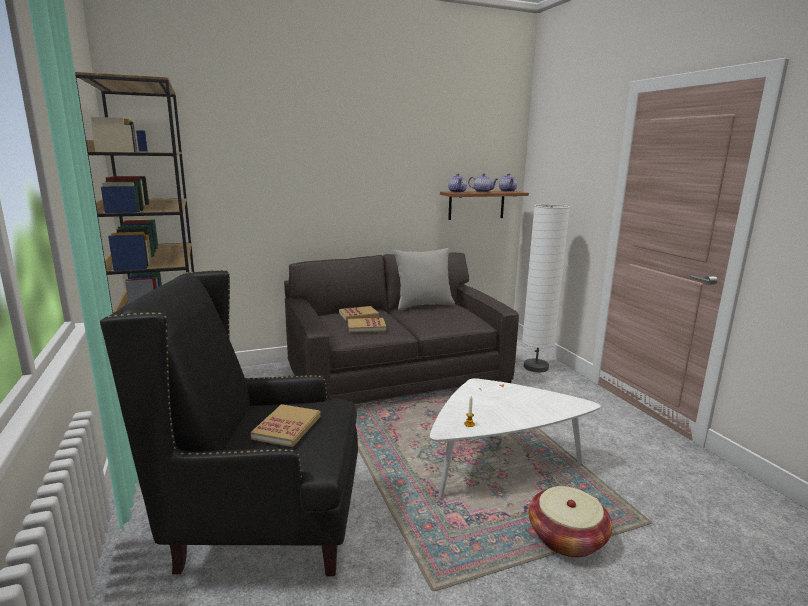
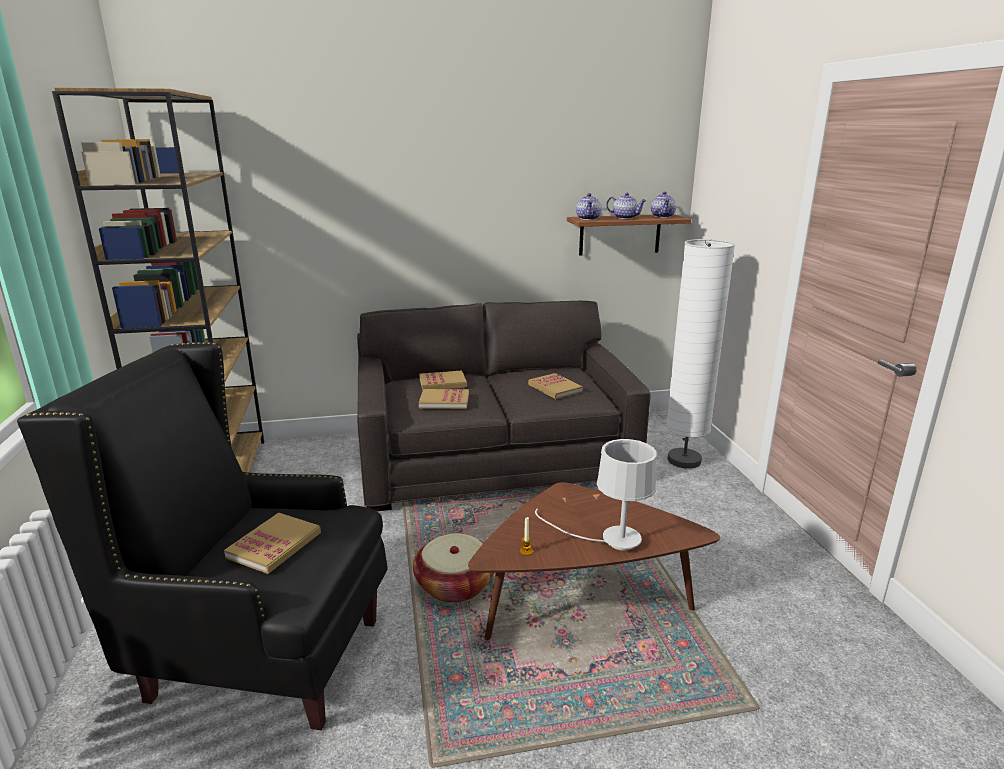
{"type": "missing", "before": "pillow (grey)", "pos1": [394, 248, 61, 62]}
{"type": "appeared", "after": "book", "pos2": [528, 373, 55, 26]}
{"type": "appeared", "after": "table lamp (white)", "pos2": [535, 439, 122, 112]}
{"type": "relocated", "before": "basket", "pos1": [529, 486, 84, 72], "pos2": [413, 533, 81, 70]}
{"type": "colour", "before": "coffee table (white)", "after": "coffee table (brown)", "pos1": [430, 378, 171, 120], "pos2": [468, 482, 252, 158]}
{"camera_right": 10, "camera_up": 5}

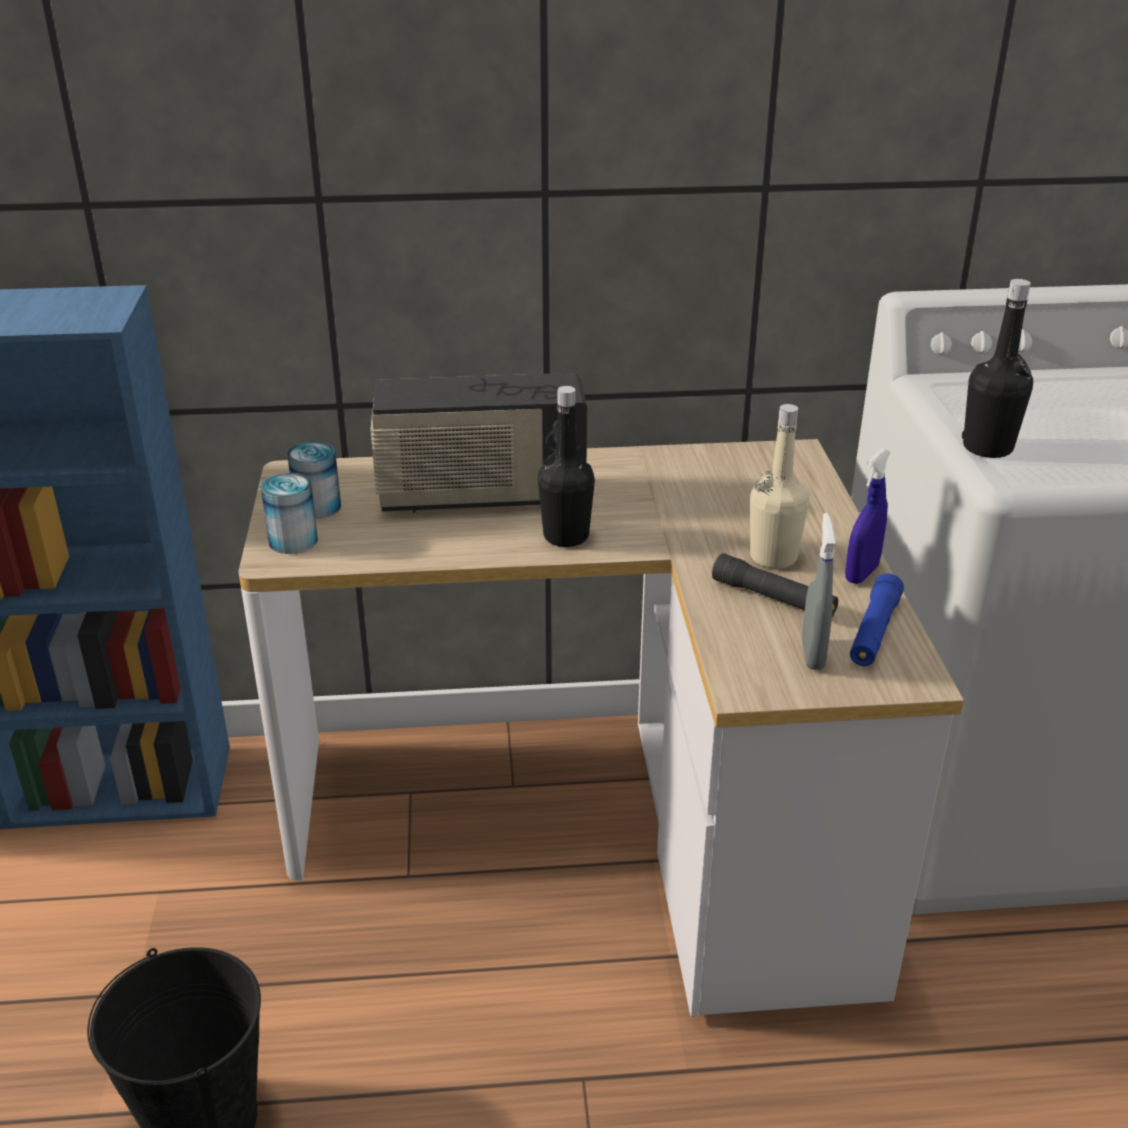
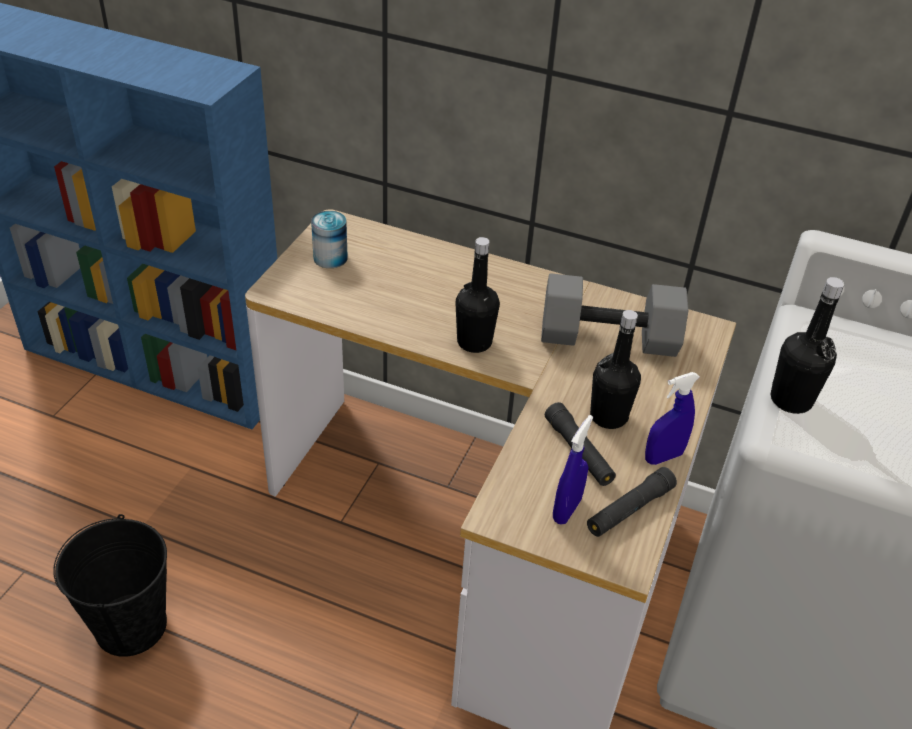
{"type": "missing", "before": "can", "pos1": [261, 473, 57, 81]}
{"type": "missing", "before": "radio", "pos1": [370, 373, 217, 140]}
{"type": "appeared", "after": "dumbbell (grey)", "pos2": [541, 273, 148, 84]}
{"type": "colour", "before": "bottle (beige)", "after": "bottle (black)", "pos1": [750, 404, 59, 165], "pos2": [590, 310, 51, 119]}
{"type": "colour", "before": "spray bottle (grey)", "after": "spray bottle (blue)", "pos1": [802, 513, 33, 157], "pos2": [553, 415, 40, 109]}
{"type": "colour", "before": "flashlight (blue)", "after": "flashlight (black)", "pos1": [850, 573, 54, 93], "pos2": [587, 467, 90, 70]}
{"camera_right": 25, "camera_up": 10}

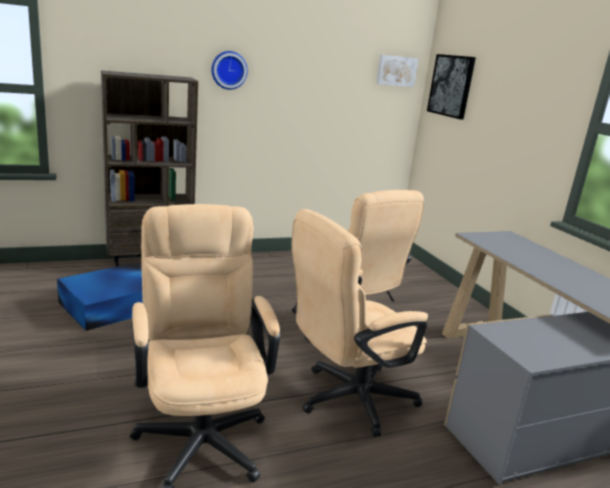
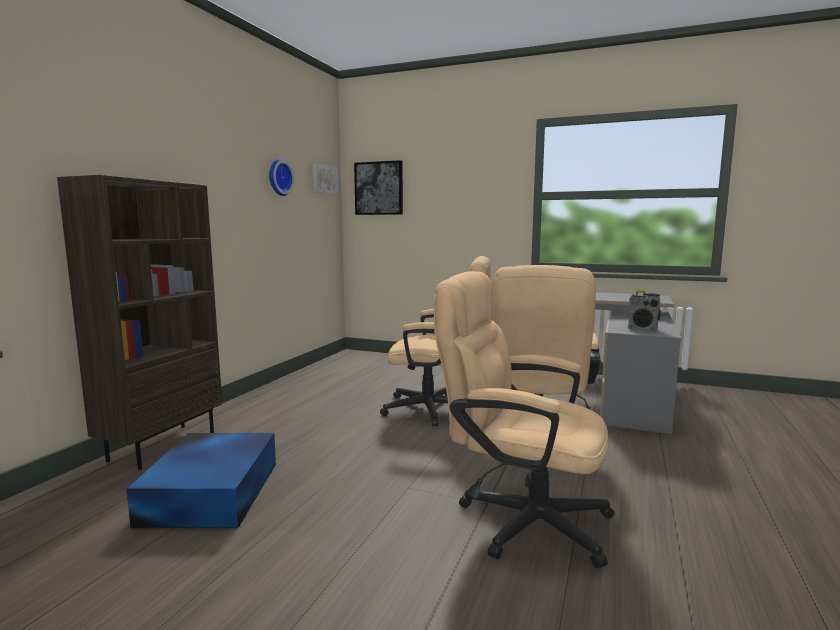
{"type": "appeared", "after": "radio", "pos2": [628, 290, 33, 41]}
{"type": "relocated", "before": "wall clock", "pos1": [211, 51, 37, 39], "pos2": [269, 159, 25, 37]}
{"camera_right": -45, "camera_up": -10}

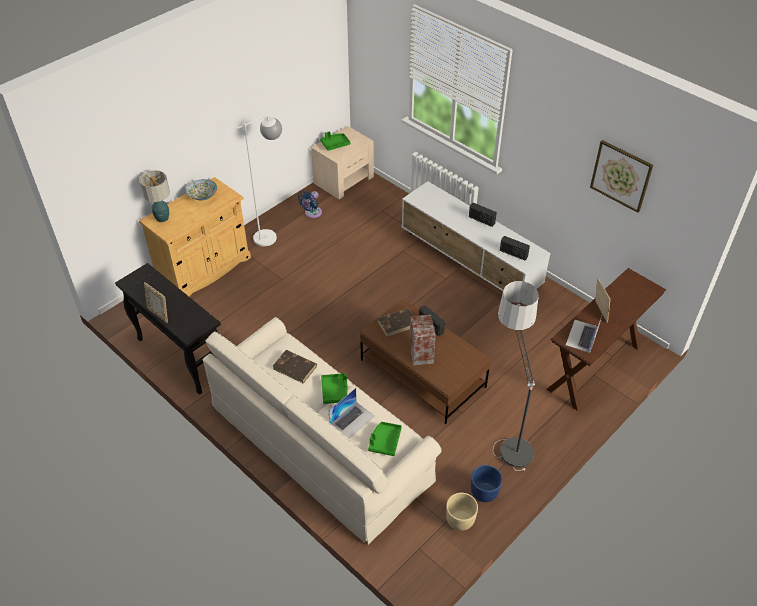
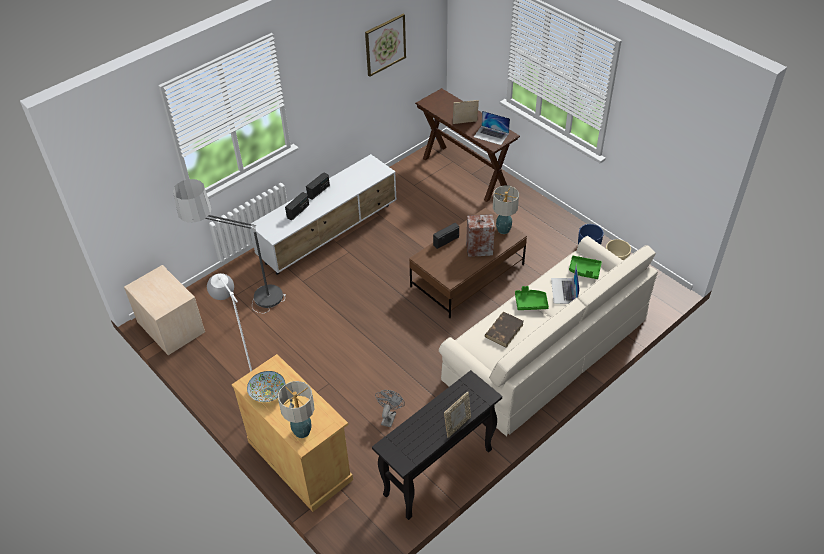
{"type": "missing", "before": "fan (blue)", "pos1": [298, 191, 24, 27]}
{"type": "missing", "before": "tray (green)", "pos1": [320, 132, 30, 19]}
{"type": "missing", "before": "book (brown)", "pos1": [377, 308, 36, 29]}
{"type": "appeared", "after": "fan (grey)", "pos2": [375, 390, 30, 37]}
{"type": "appeared", "after": "table lamp", "pos2": [493, 186, 26, 48]}
{"type": "relocated", "before": "floor lamp", "pos1": [493, 281, 46, 190], "pos2": [173, 179, 113, 134]}
{"type": "relocated", "before": "radio", "pos1": [500, 236, 30, 25], "pos2": [285, 192, 24, 28]}
{"type": "spun", "before": "laptop", "pos1": [328, 388, 47, 51], "pos2": [551, 265, 29, 39], "turn": -135}
{"camera_right": -85, "camera_up": 0}

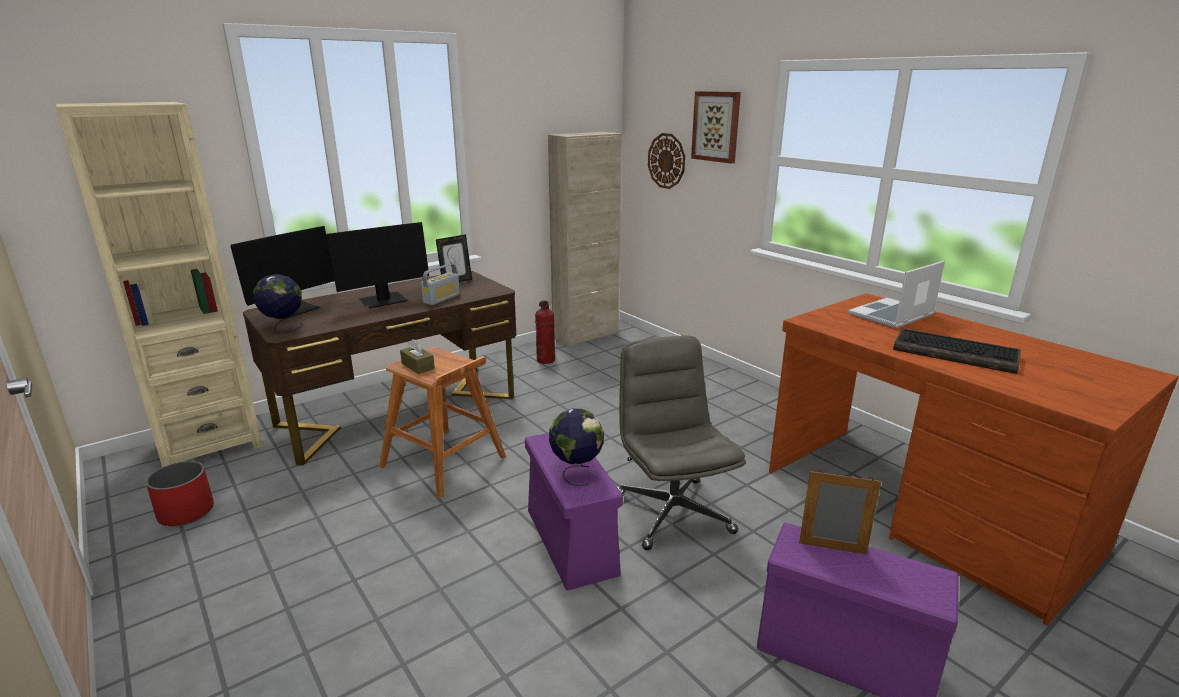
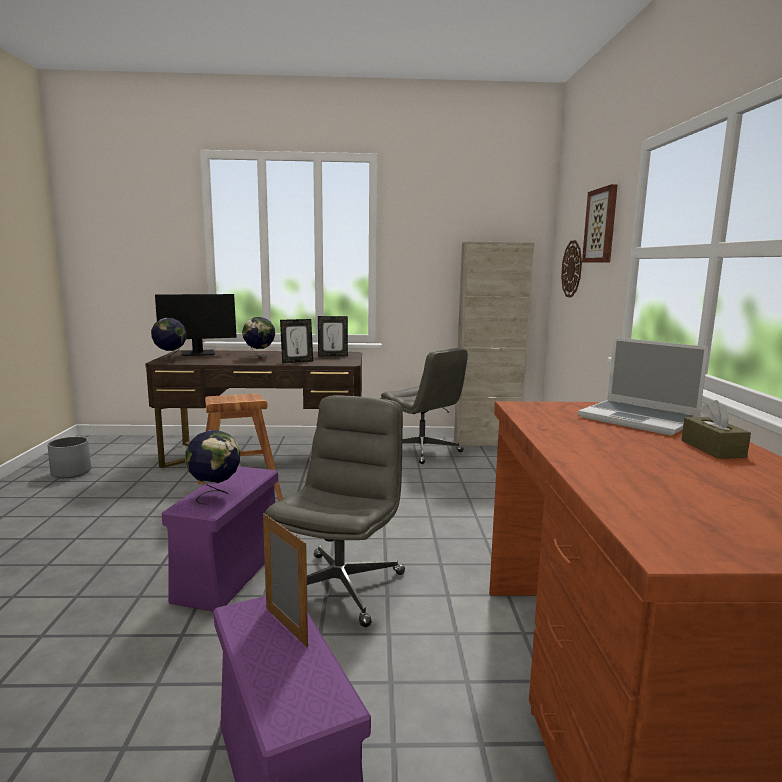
{"type": "missing", "before": "bookcase (beige)", "pos1": [56, 102, 207, 365]}
{"type": "missing", "before": "keyboard", "pos1": [893, 328, 128, 46]}
{"type": "relocated", "before": "tissue box (brown)", "pos1": [400, 339, 35, 35], "pos2": [682, 400, 69, 59]}
{"type": "exchanged", "before": "monitor", "after": "globe", "pos1": [326, 222, 103, 86], "pos2": [242, 317, 33, 41]}
{"type": "exchanged", "before": "radio", "after": "picture frame", "pos1": [421, 264, 39, 41], "pos2": [280, 319, 33, 44]}
{"type": "exchanged", "before": "fire extinguisher", "after": "office chair (grey)", "pos1": [535, 300, 20, 64], "pos2": [380, 348, 88, 116]}
{"type": "colour", "before": "planter (red)", "after": "planter (grey)", "pos1": [146, 461, 68, 65], "pos2": [47, 437, 44, 41]}
{"type": "spun", "before": "laptop", "pos1": [848, 261, 97, 68], "pos2": [578, 337, 131, 99], "turn": -135}
{"camera_right": 35, "camera_up": -10}

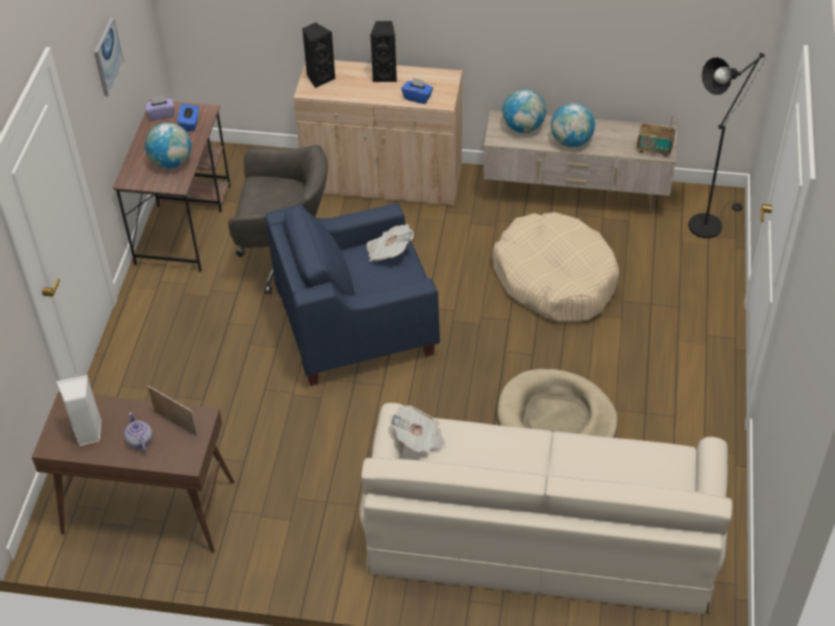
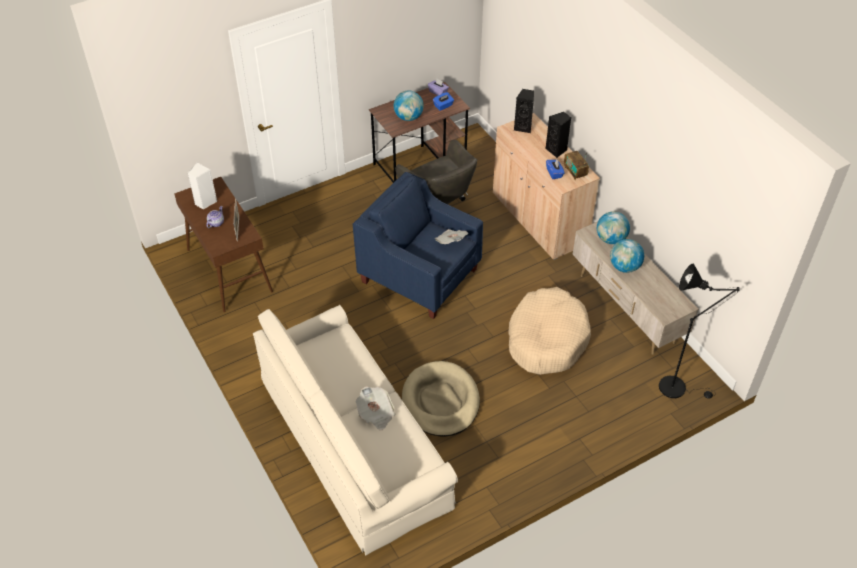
{"type": "missing", "before": "picture", "pos1": [94, 18, 30, 78]}
{"type": "relocated", "before": "newspaper", "pos1": [390, 405, 56, 48], "pos2": [356, 386, 40, 44]}
{"type": "relocated", "before": "radio", "pos1": [637, 114, 38, 43], "pos2": [564, 151, 25, 29]}
{"camera_right": 50, "camera_up": 0}

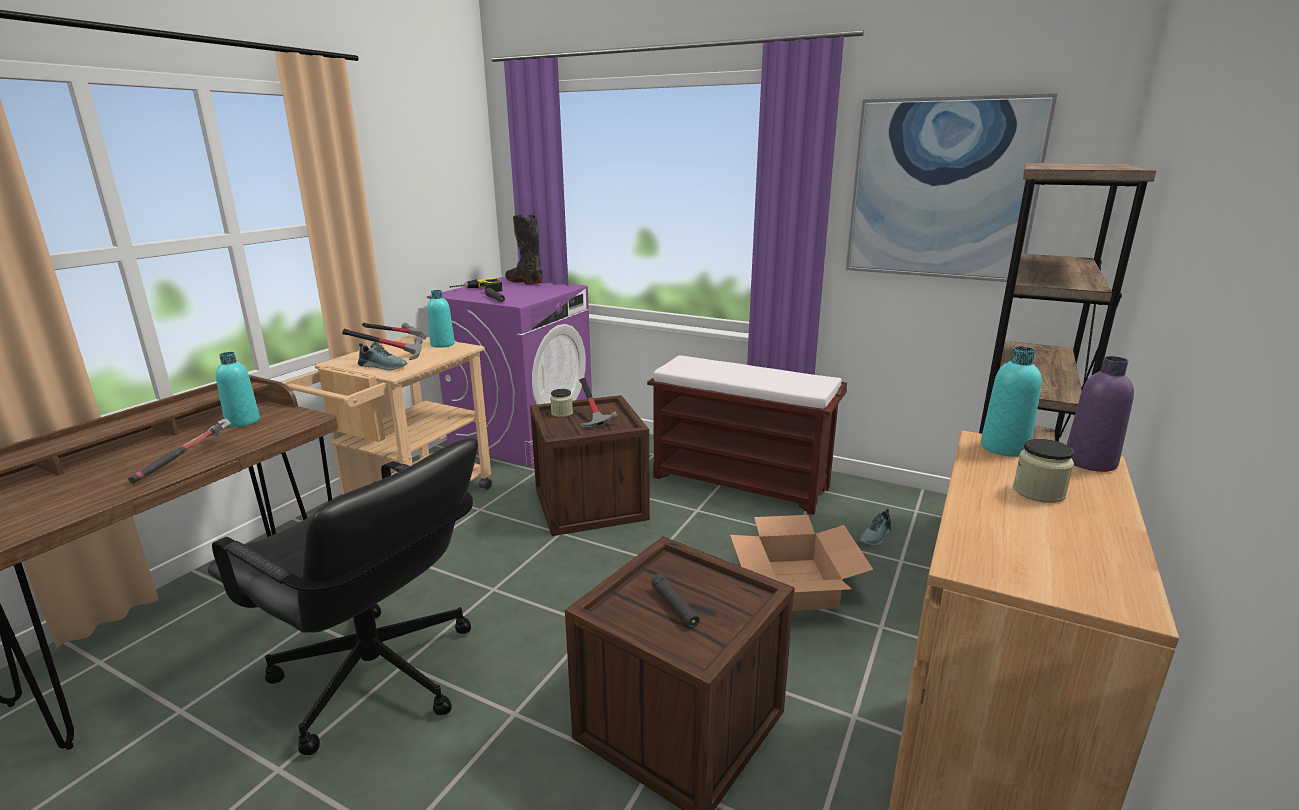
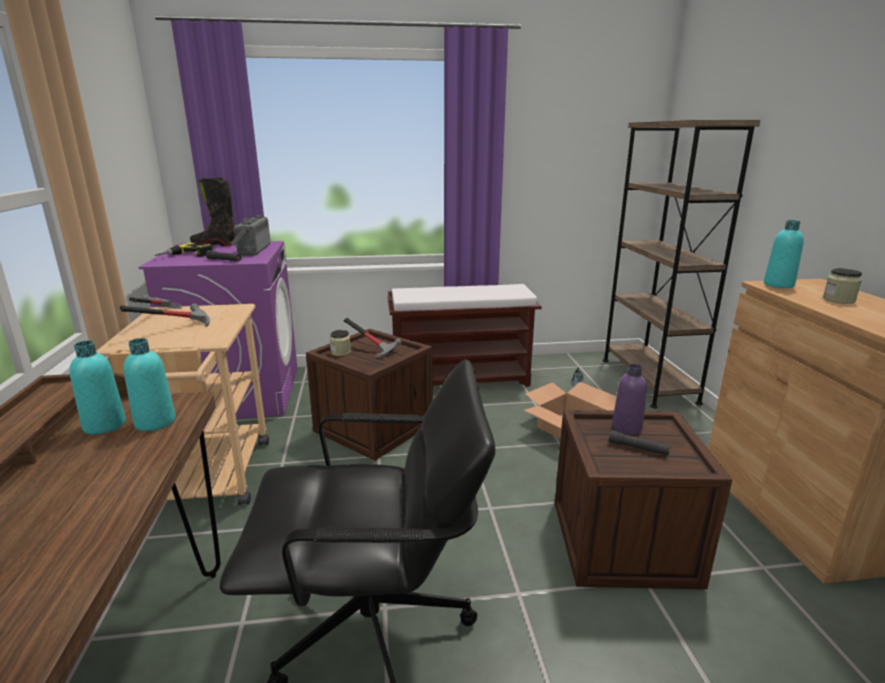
{"type": "missing", "before": "hammer", "pos1": [127, 418, 104, 66]}
{"type": "missing", "before": "shoe", "pos1": [358, 341, 49, 29]}
{"type": "missing", "before": "picture", "pos1": [846, 93, 212, 189]}
{"type": "appeared", "after": "radio", "pos2": [231, 215, 40, 41]}
{"type": "relocated", "before": "bottle (turquoise)", "pos1": [427, 290, 28, 58], "pos2": [124, 338, 52, 93]}
{"type": "relocated", "before": "bottle (purple)", "pos1": [1067, 356, 67, 116], "pos2": [612, 364, 35, 71]}
{"camera_right": -35, "camera_up": 0}

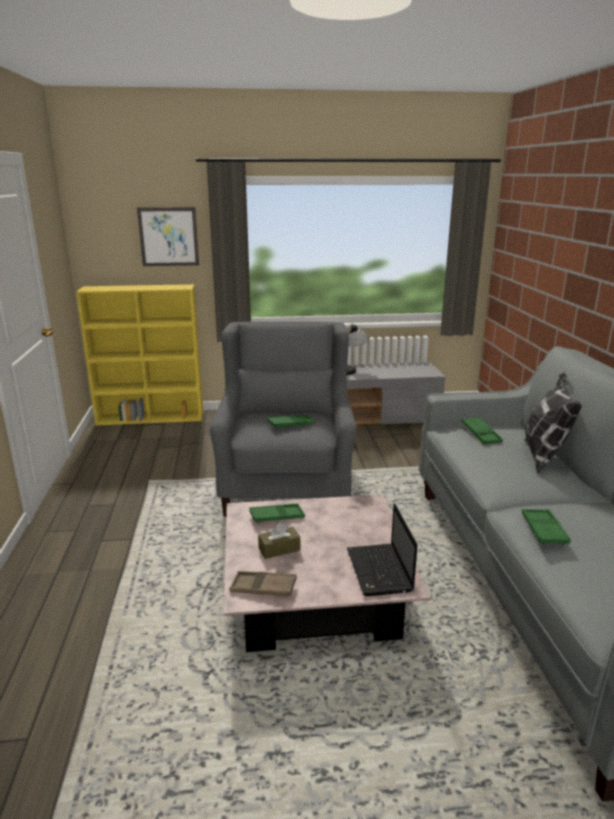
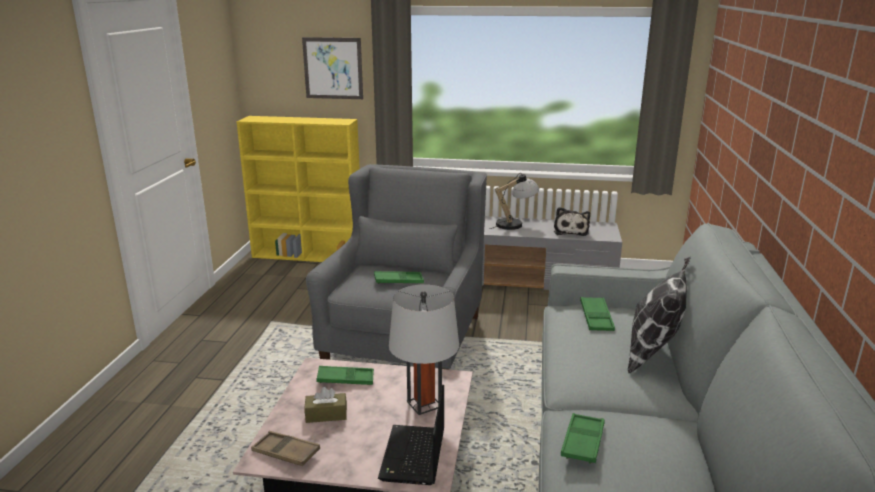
{"type": "appeared", "after": "table lamp (grey)", "pos2": [389, 284, 70, 131]}
{"type": "appeared", "after": "plush toy", "pos2": [554, 207, 36, 29]}
{"camera_right": 15, "camera_up": 0}

